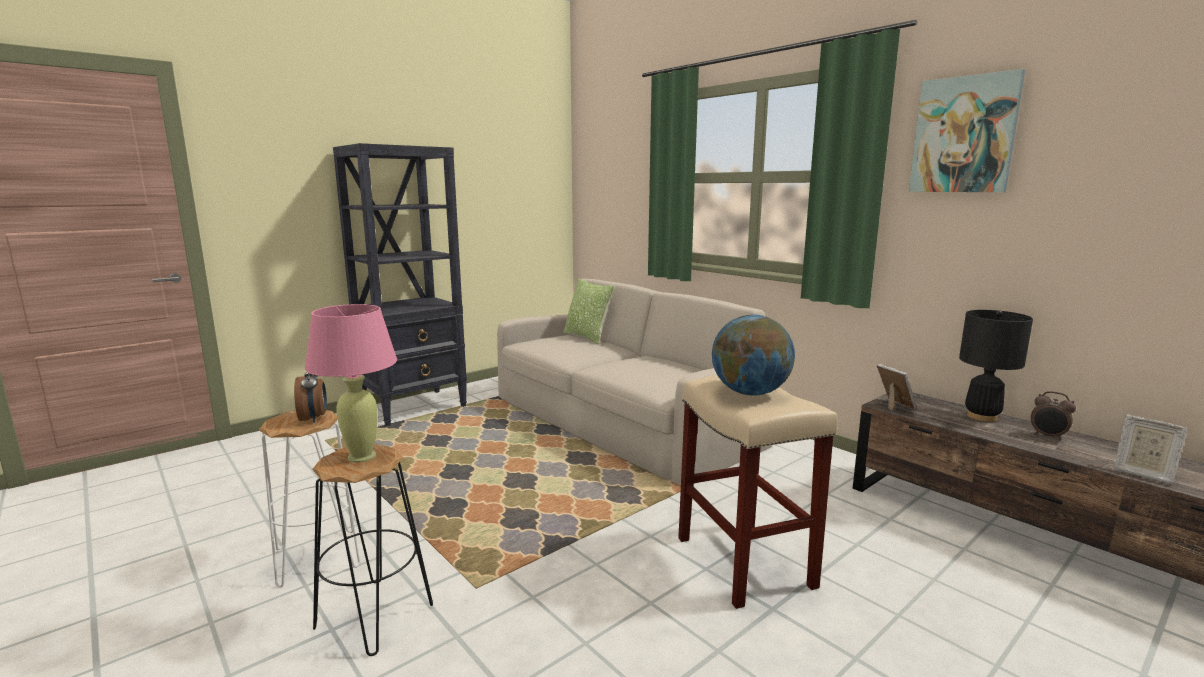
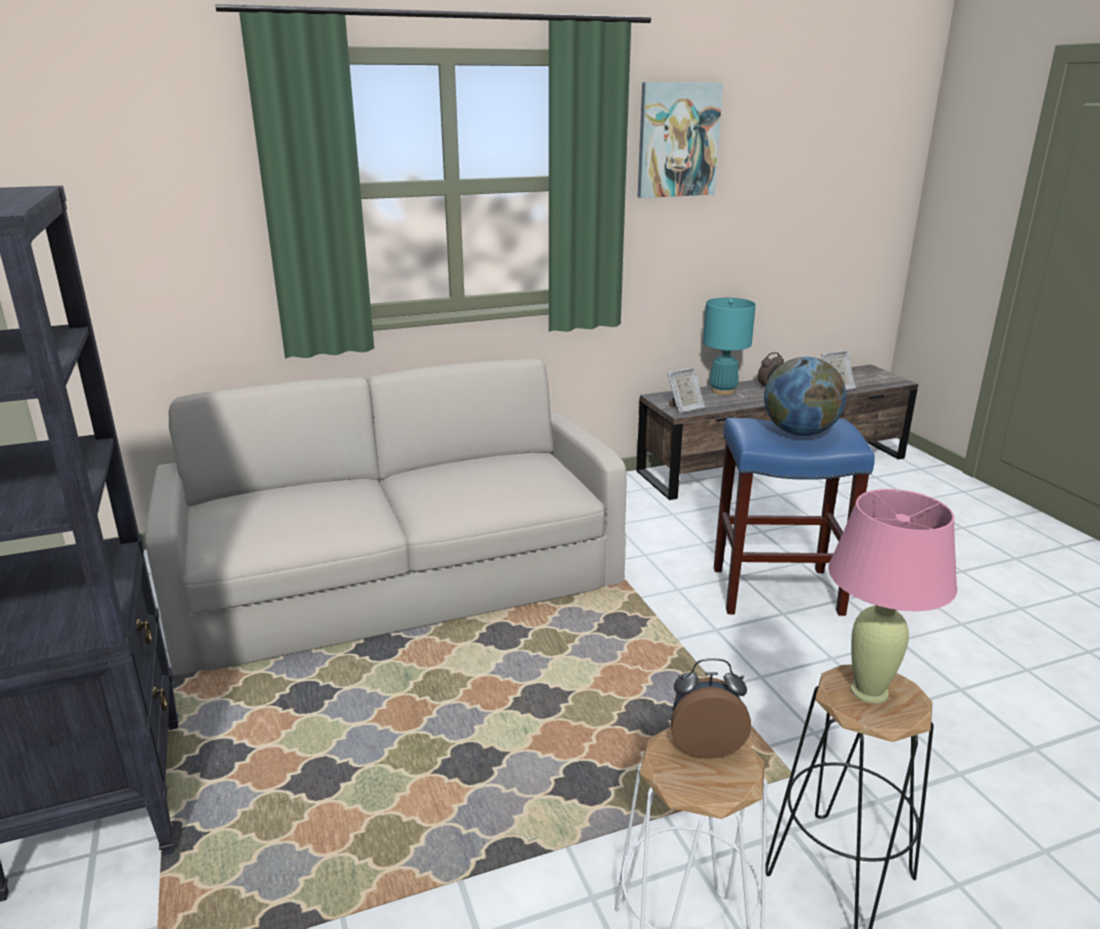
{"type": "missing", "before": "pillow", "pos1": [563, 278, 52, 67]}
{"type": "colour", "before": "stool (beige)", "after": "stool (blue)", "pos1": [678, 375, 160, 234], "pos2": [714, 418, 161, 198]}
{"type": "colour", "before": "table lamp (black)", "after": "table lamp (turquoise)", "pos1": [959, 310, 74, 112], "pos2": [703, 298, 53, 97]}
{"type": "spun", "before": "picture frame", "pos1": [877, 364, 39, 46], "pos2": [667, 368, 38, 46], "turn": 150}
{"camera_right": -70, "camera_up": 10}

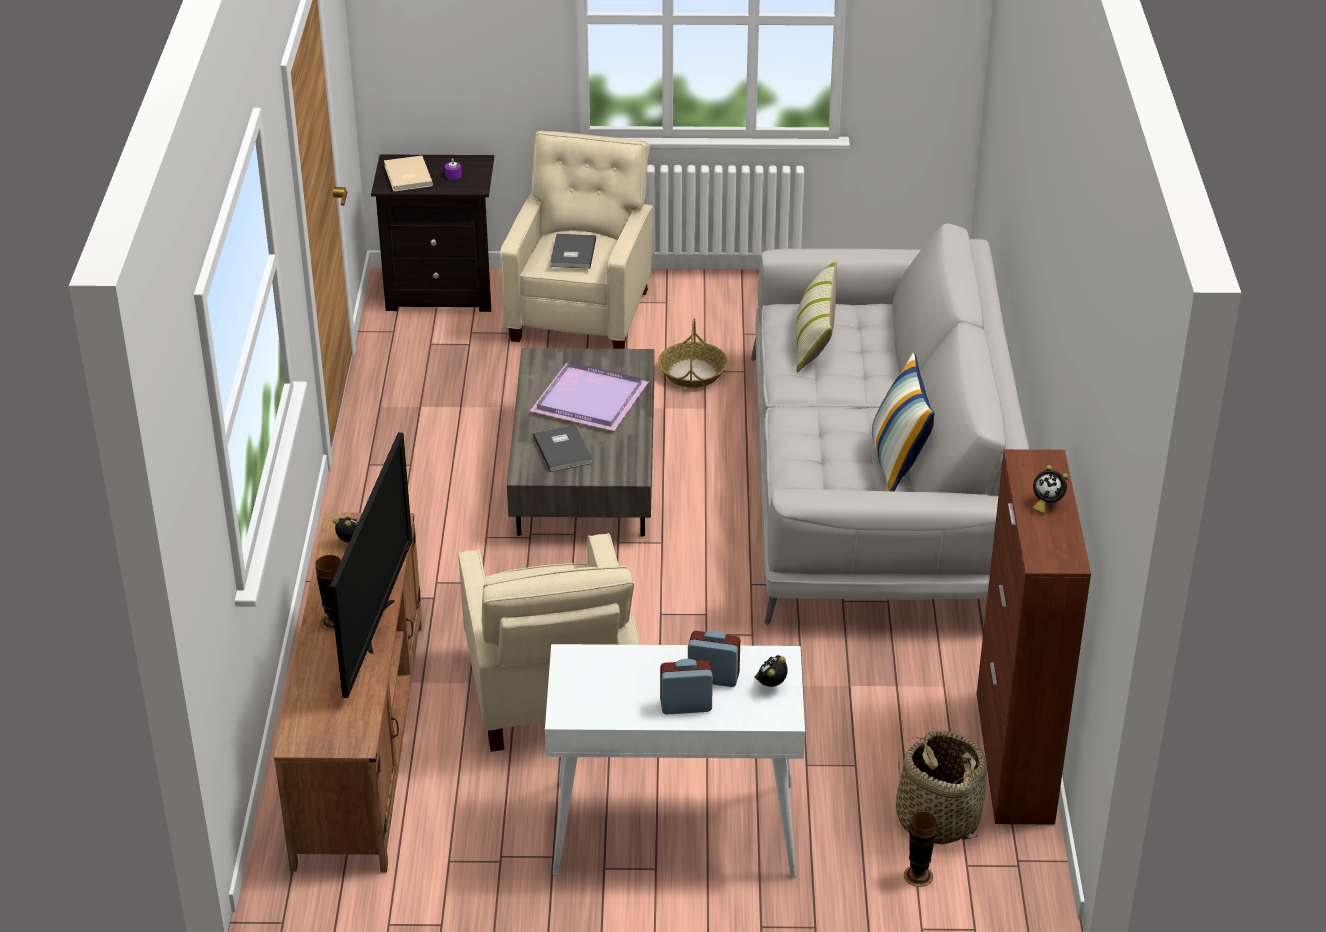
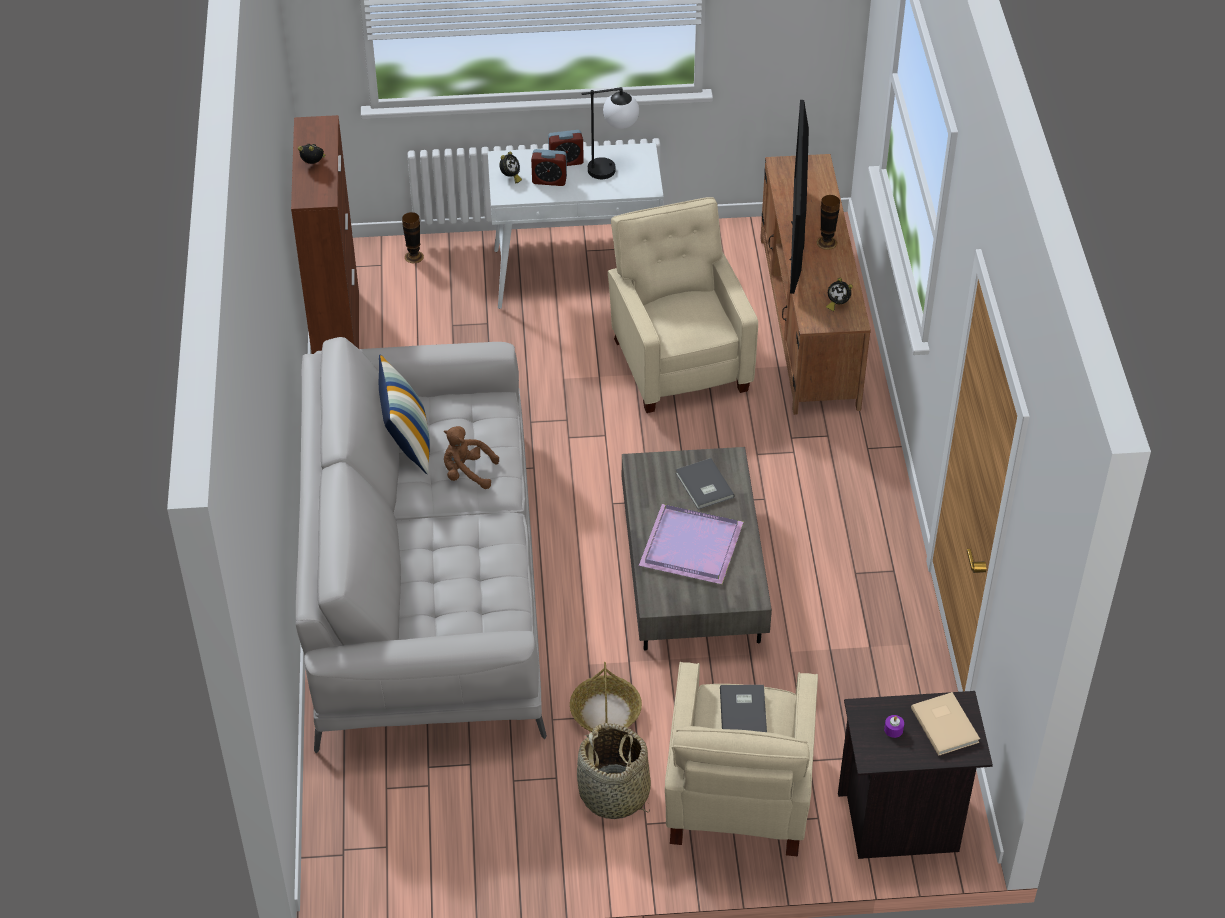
{"type": "missing", "before": "pillow", "pos1": [796, 259, 41, 114]}
{"type": "appeared", "after": "plush toy (brown)", "pos2": [444, 426, 55, 63]}
{"type": "appeared", "after": "table lamp", "pos2": [582, 87, 57, 92]}
{"type": "relocated", "before": "basket", "pos1": [896, 730, 91, 114], "pos2": [577, 723, 74, 96]}
{"camera_right": 175, "camera_up": 10}

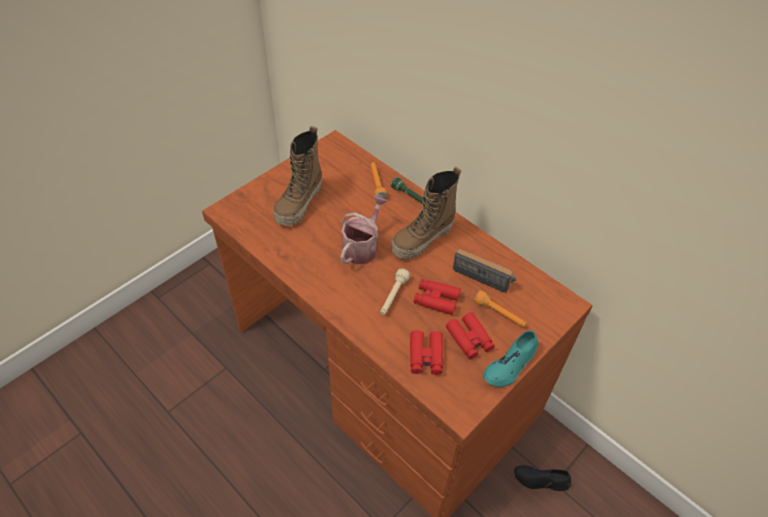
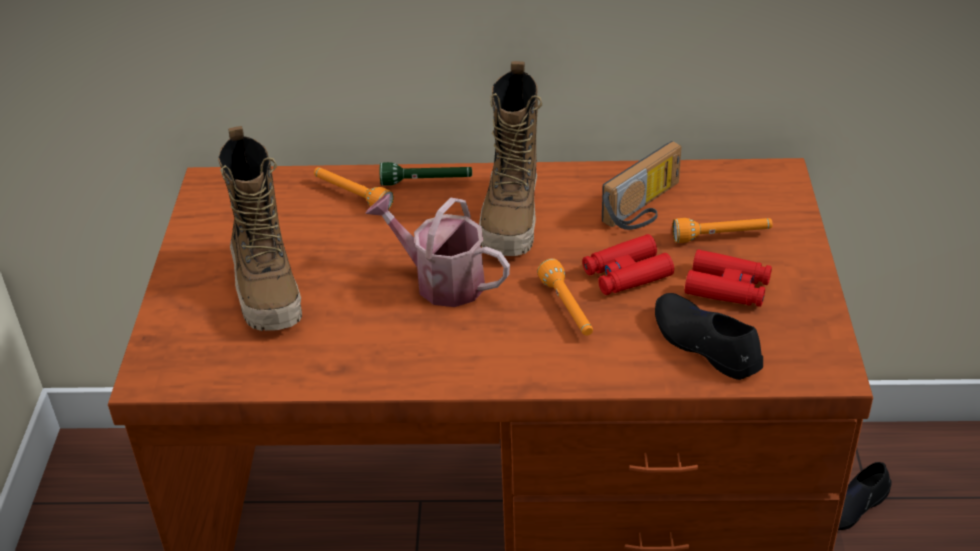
{"type": "missing", "before": "shoe (turquoise)", "pos1": [483, 331, 56, 56]}
{"type": "exchanged", "before": "binoculars (red)", "after": "shoe (black)", "pos1": [410, 330, 33, 45], "pos2": [655, 293, 108, 87]}
{"type": "colour", "before": "flashlight (beige)", "after": "flashlight (orange)", "pos1": [380, 268, 30, 47], "pos2": [537, 258, 56, 78]}
{"type": "spun", "before": "watering can", "pos1": [340, 196, 48, 68], "pos2": [365, 194, 145, 113], "turn": -45}
{"type": "spun", "before": "radio", "pos1": [453, 249, 63, 44], "pos2": [602, 141, 80, 89], "turn": 150}
{"camera_right": -40, "camera_up": -10}

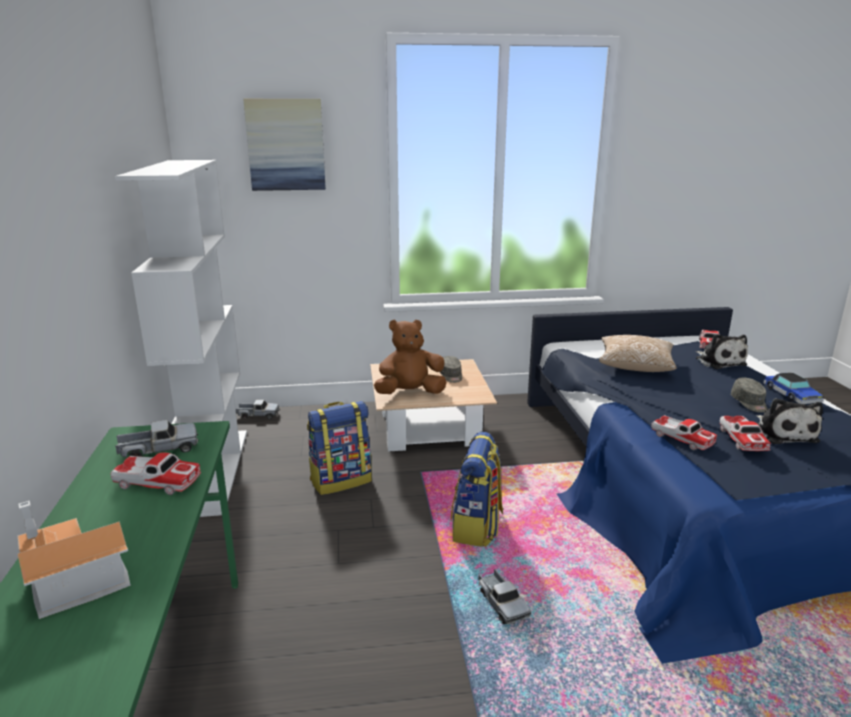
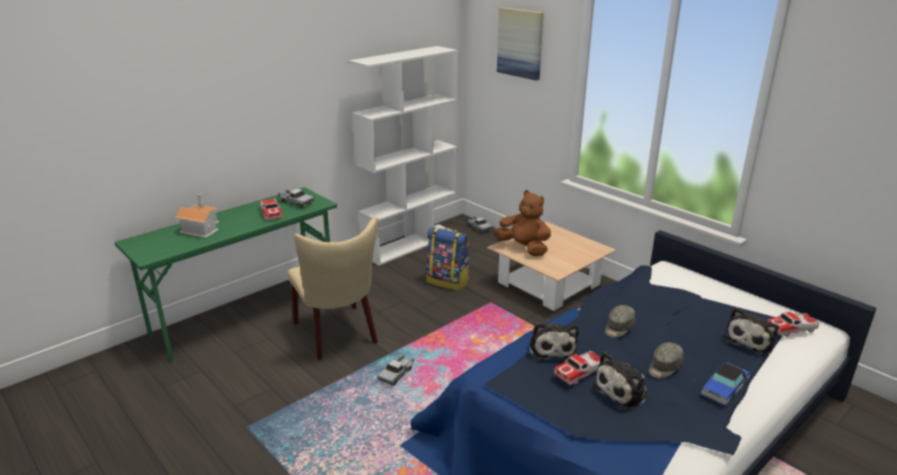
{"type": "missing", "before": "backpack", "pos1": [451, 432, 52, 115]}
{"type": "missing", "before": "pillow", "pos1": [599, 335, 78, 37]}
{"type": "appeared", "after": "chair (beige)", "pos2": [287, 217, 91, 143]}
{"type": "relocated", "before": "cap (grey)", "pos1": [440, 356, 22, 27], "pos2": [605, 305, 30, 33]}
{"type": "exchanged", "before": "toy car", "after": "plush toy", "pos1": [651, 415, 66, 35], "pos2": [529, 323, 50, 37]}
{"camera_right": 55, "camera_up": 5}

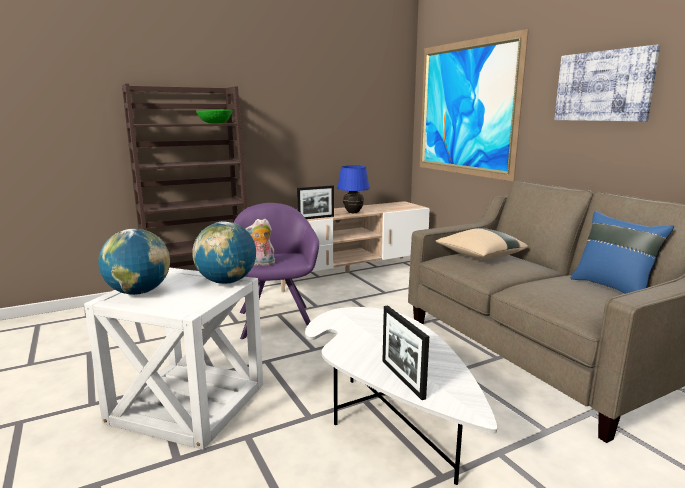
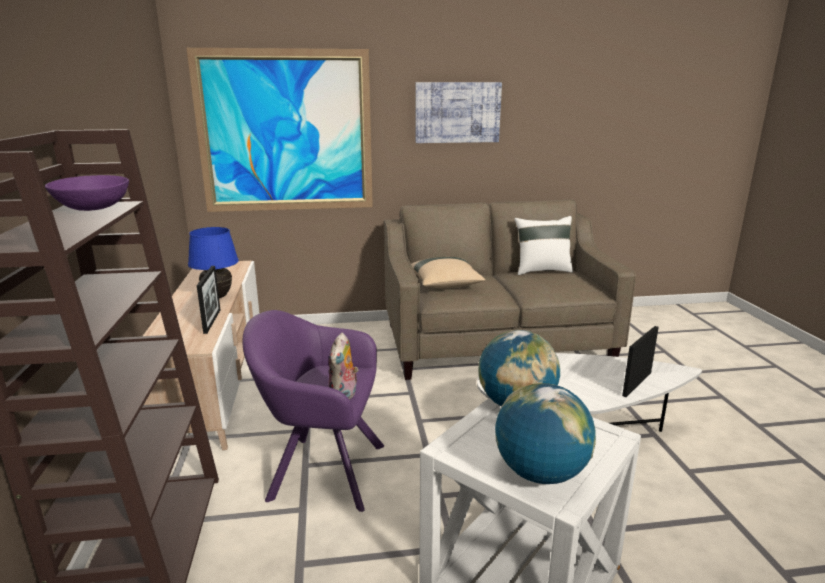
{"type": "colour", "before": "bowl (green)", "after": "bowl (purple)", "pos1": [196, 110, 36, 13], "pos2": [45, 175, 84, 36]}
{"type": "colour", "before": "pillow (blue)", "after": "pillow (white)", "pos1": [571, 211, 103, 83], "pos2": [514, 216, 59, 59]}
{"type": "spun", "before": "picture frame", "pos1": [382, 306, 47, 94], "pos2": [622, 326, 37, 71], "turn": 135}
{"camera_right": -70, "camera_up": 5}

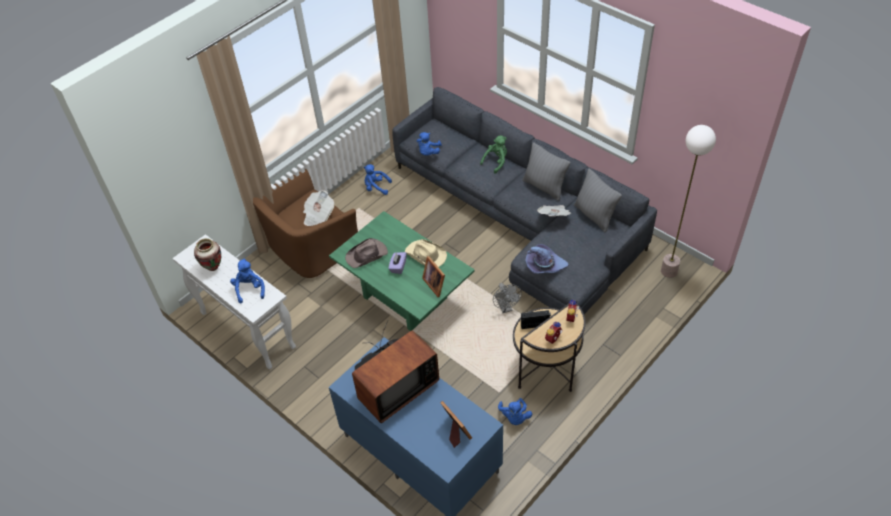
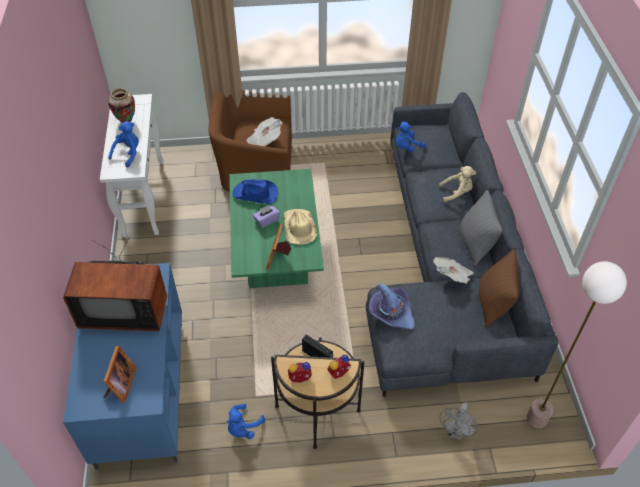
{"type": "missing", "before": "plush toy (blue)", "pos1": [364, 164, 28, 31]}
{"type": "relocated", "before": "fan (grey)", "pos1": [493, 283, 29, 30], "pos2": [440, 402, 38, 38]}
{"type": "colour", "before": "hat (brown)", "after": "hat (blue)", "pos1": [345, 238, 43, 30], "pos2": [232, 179, 46, 25]}
{"type": "colour", "before": "plush toy (green)", "after": "plush toy (beige)", "pos1": [480, 135, 27, 39], "pos2": [439, 166, 37, 36]}
{"type": "colour", "before": "pillow (grey)", "after": "pillow (brown)", "pos1": [574, 169, 48, 63], "pos2": [479, 249, 41, 78]}
{"camera_right": 40, "camera_up": 0}

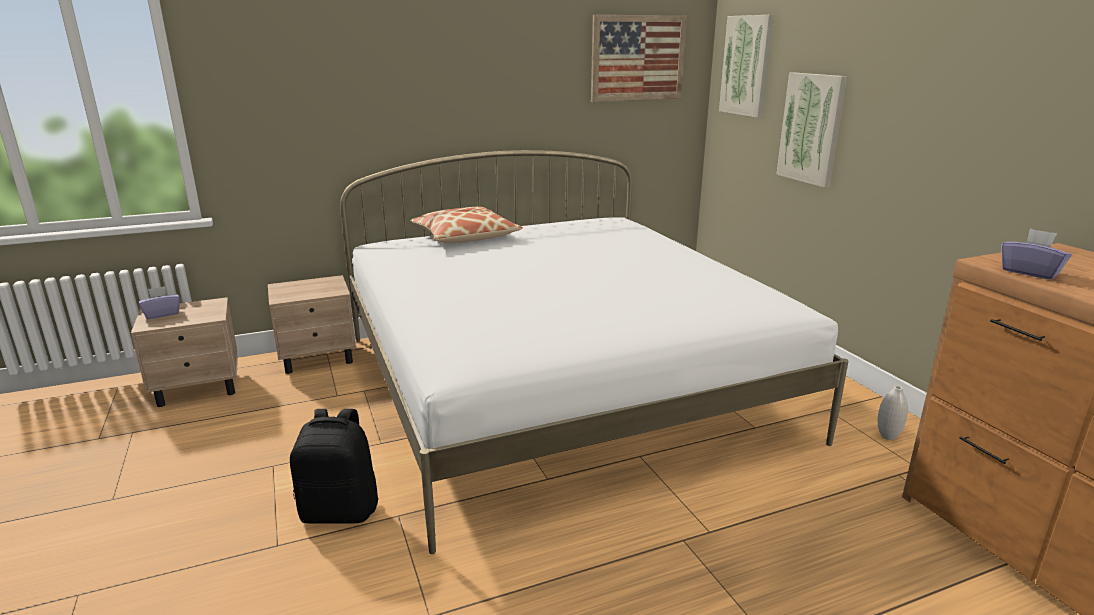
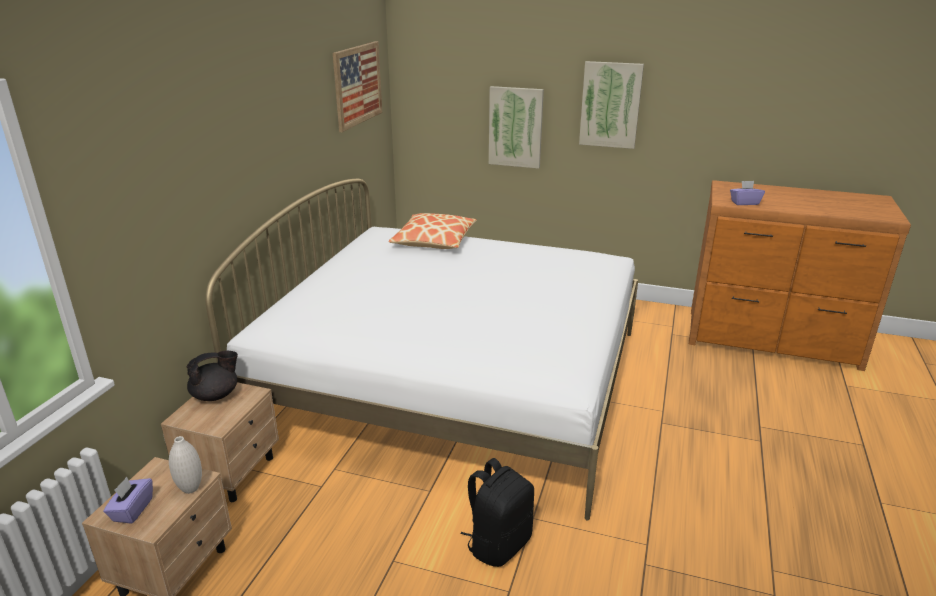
{"type": "appeared", "after": "teapot (black)", "pos2": [187, 351, 51, 50]}
{"type": "relocated", "before": "pillow", "pos1": [410, 207, 113, 36], "pos2": [388, 213, 89, 36]}
{"type": "relocated", "before": "picture", "pos1": [719, 15, 55, 103], "pos2": [579, 61, 65, 88]}
{"type": "relocated", "before": "vase (white)", "pos1": [877, 386, 31, 54], "pos2": [169, 436, 33, 58]}
{"camera_right": -50, "camera_up": 5}

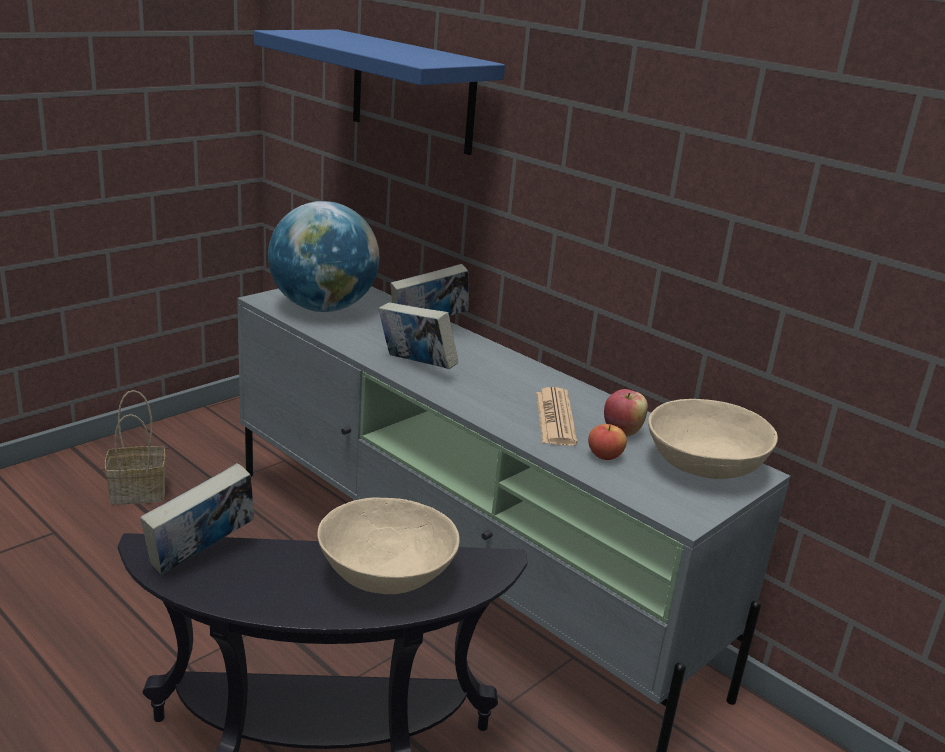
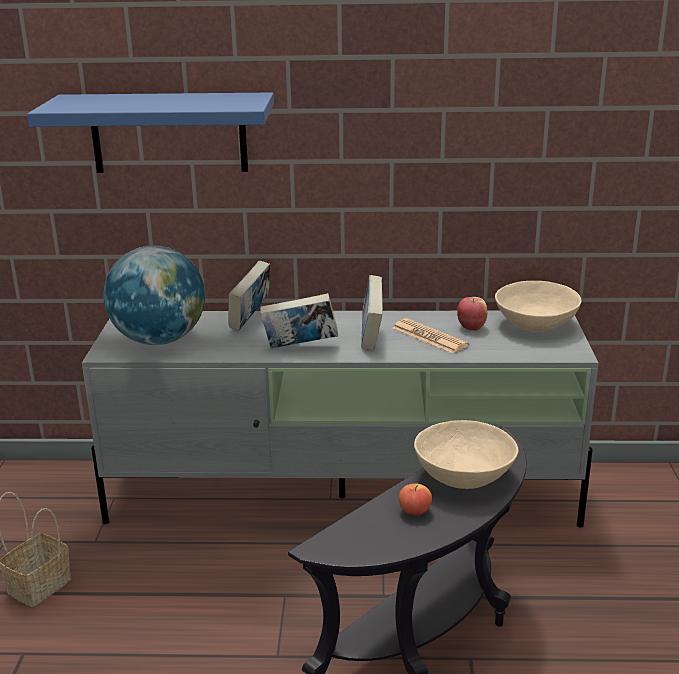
{"type": "relocated", "before": "book", "pos1": [140, 463, 114, 112], "pos2": [361, 275, 22, 75]}
{"type": "relocated", "before": "apple", "pos1": [588, 424, 39, 36], "pos2": [399, 483, 33, 33]}
{"camera_right": -40, "camera_up": 0}

